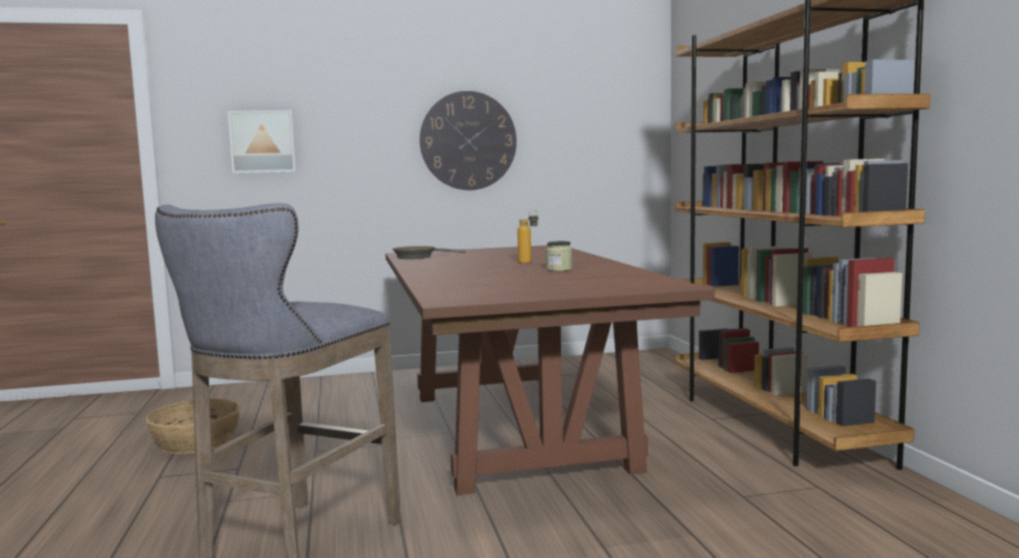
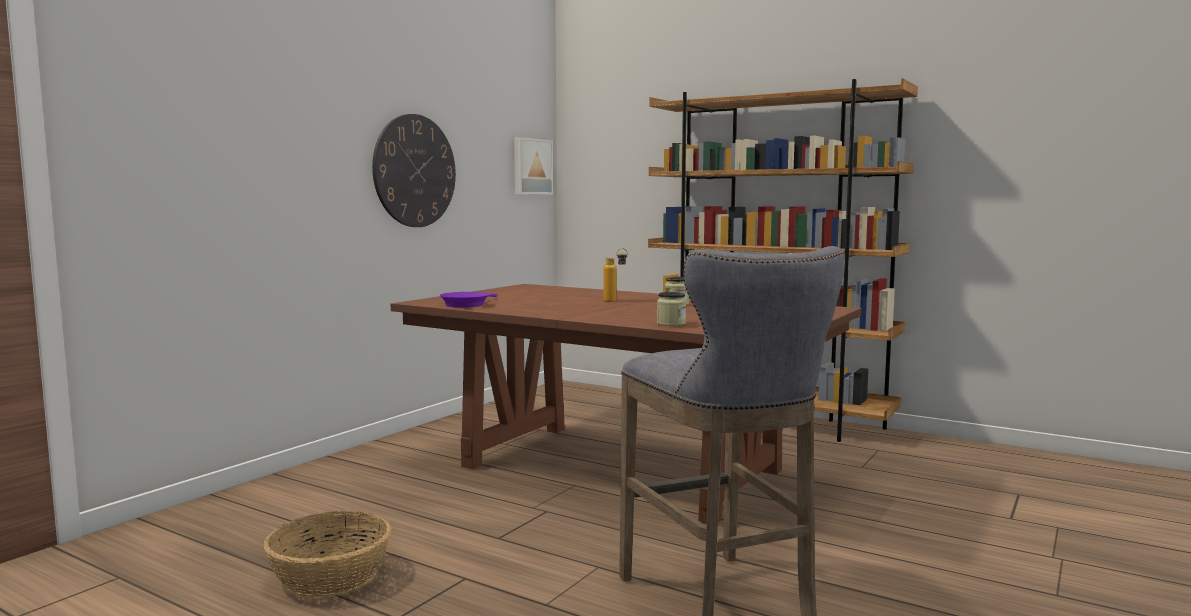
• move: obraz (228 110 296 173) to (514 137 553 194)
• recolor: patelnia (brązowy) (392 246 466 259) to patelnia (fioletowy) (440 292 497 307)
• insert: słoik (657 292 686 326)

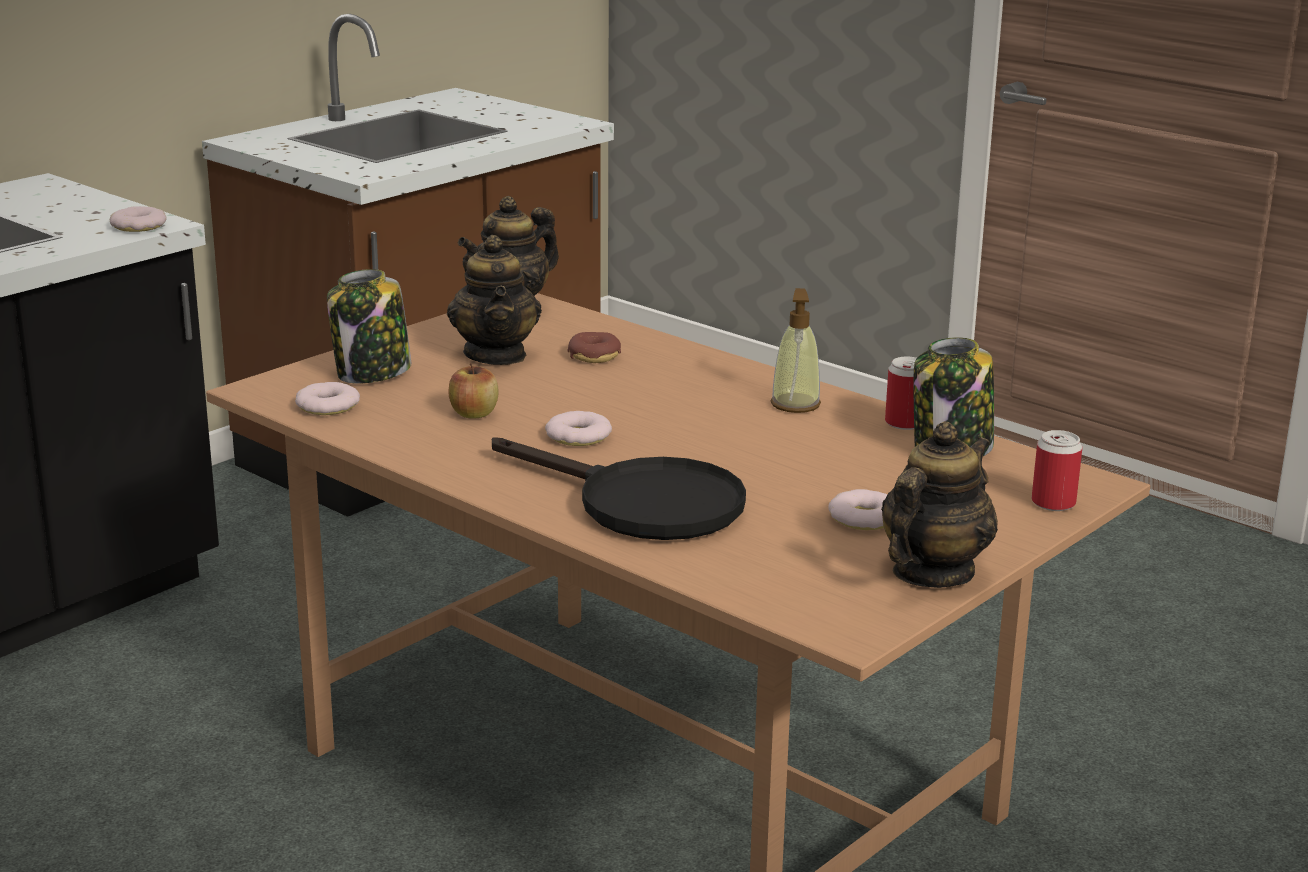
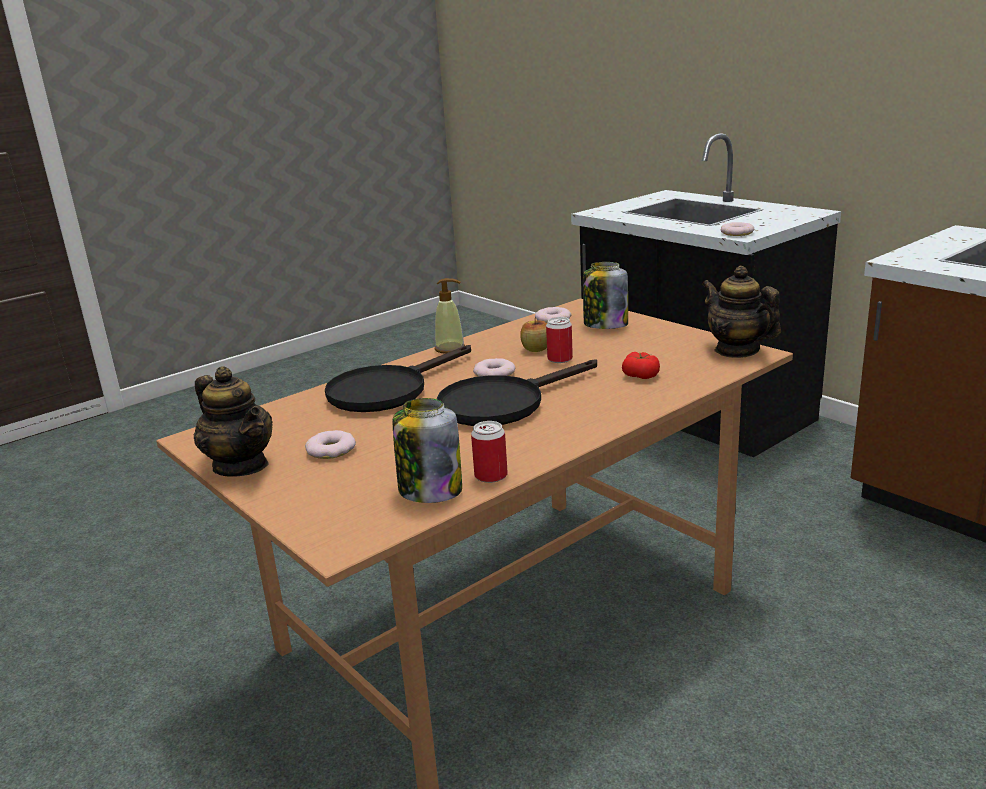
• delete: imbryk (447 235 542 365)
• move: dozownik mydła (771 288 821 413) to (435 278 465 354)
• replace: donut (567 332 621 363) to pomidor (622 352 660 379)
• move: puszka (1032 430 1082 511) to (546 317 573 363)
• insert: patelnia (czarny) (437 359 597 426)

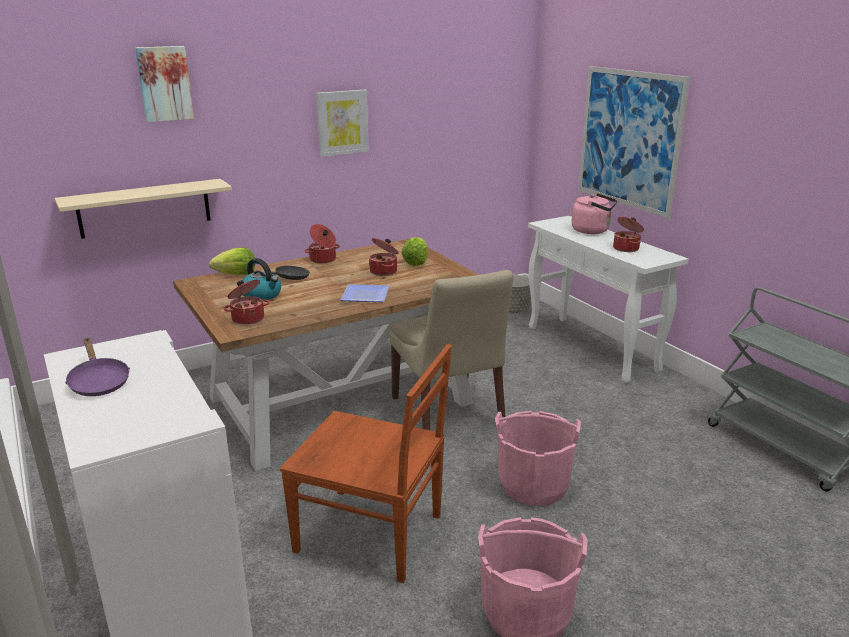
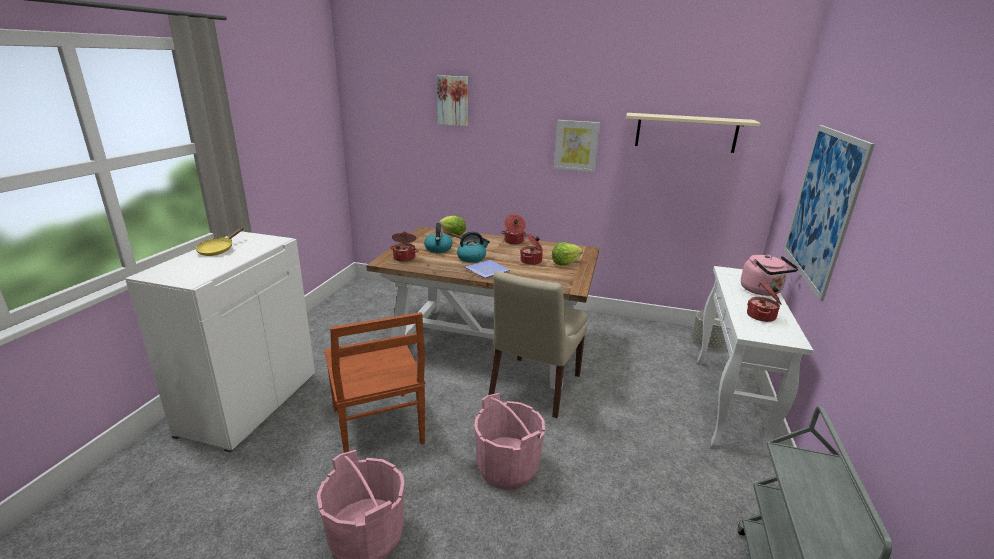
• move: półka (beżowy) (54 179 232 239) to (626 113 761 153)
• recolor: patelnia (fioletowy) (65 338 130 396) to patelnia (żółty) (196 227 244 256)
• insert: czajnik (457 232 490 263)

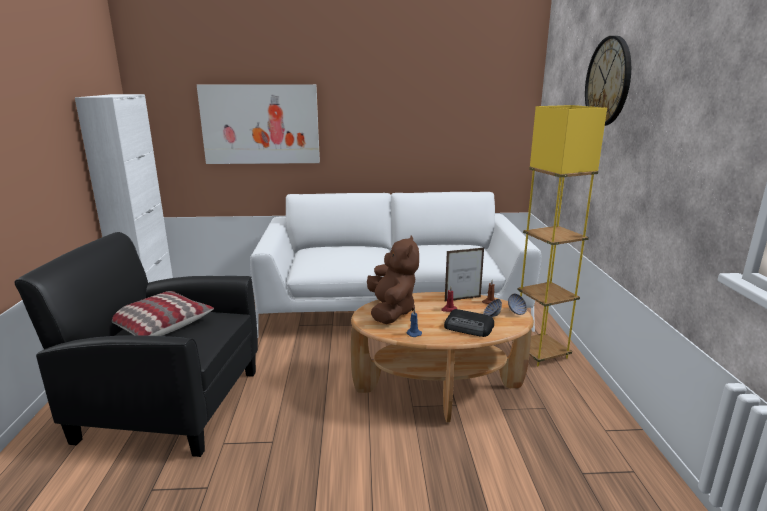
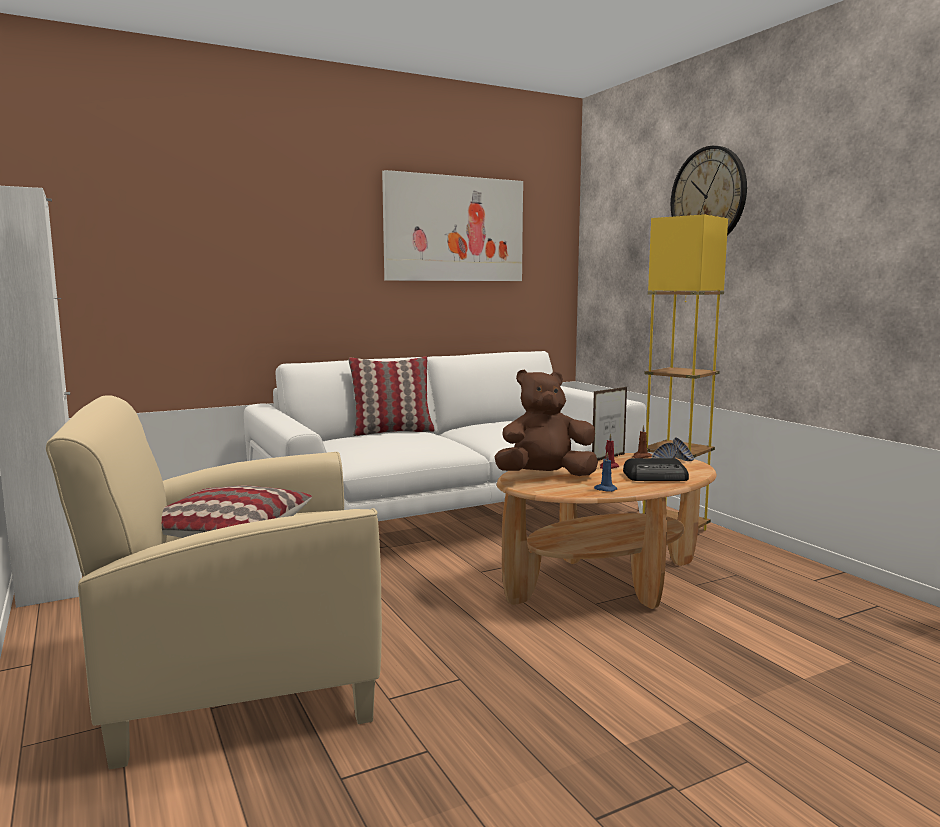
• move: obraz (197 84 320 164) to (382 170 523 281)
• recolor: fotel (czarny) (15 232 258 457) to fotel (beżowy) (46 395 382 769)
• rotate: pluszak (brązowy) (367 236 419 324) = (494 370 598 476) 75 degrees counterclockwise
• insert: poduszka (349 356 435 436)

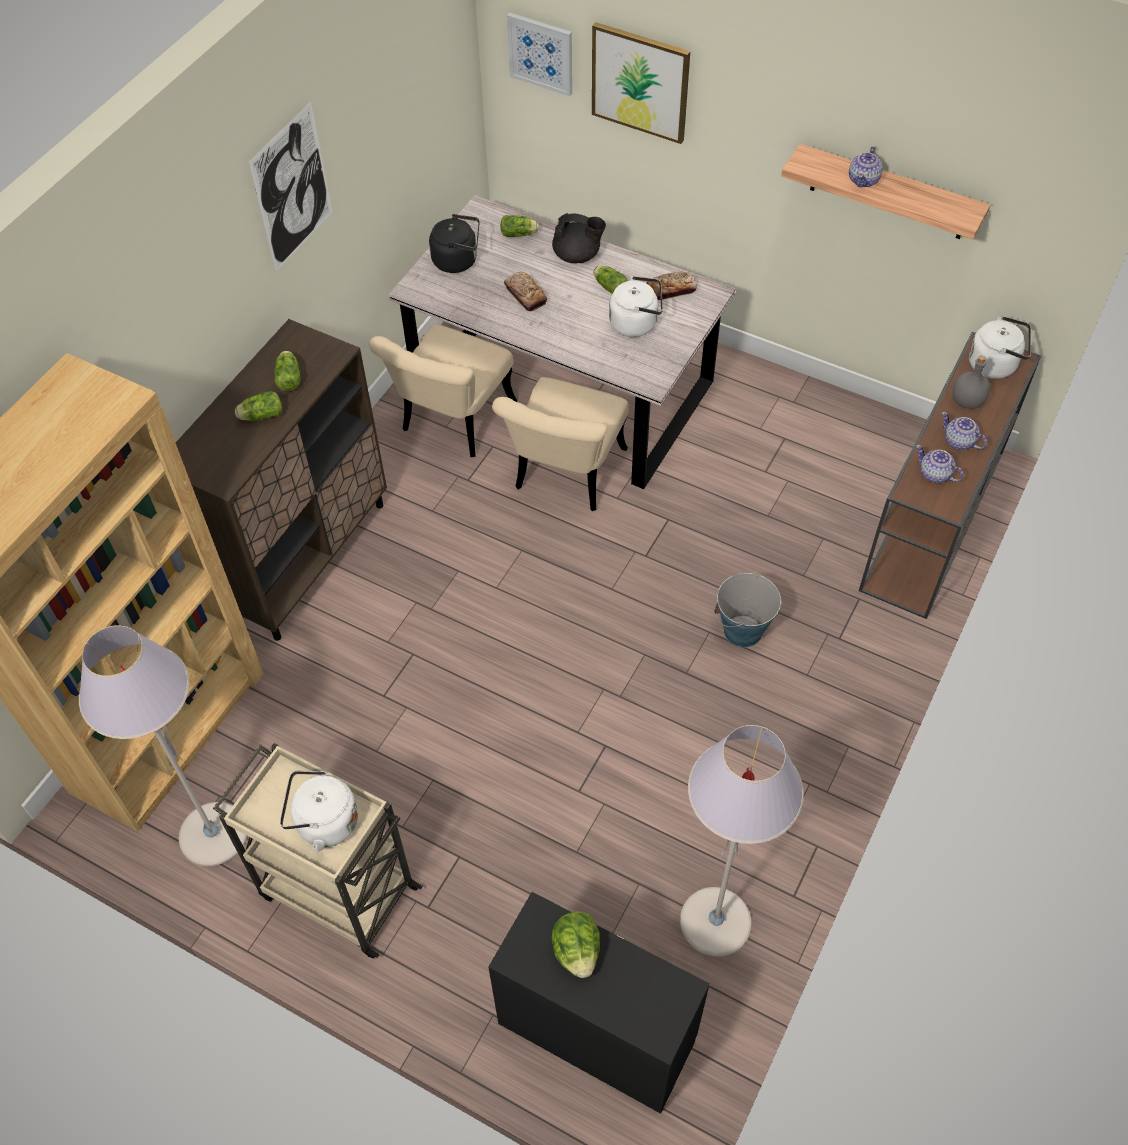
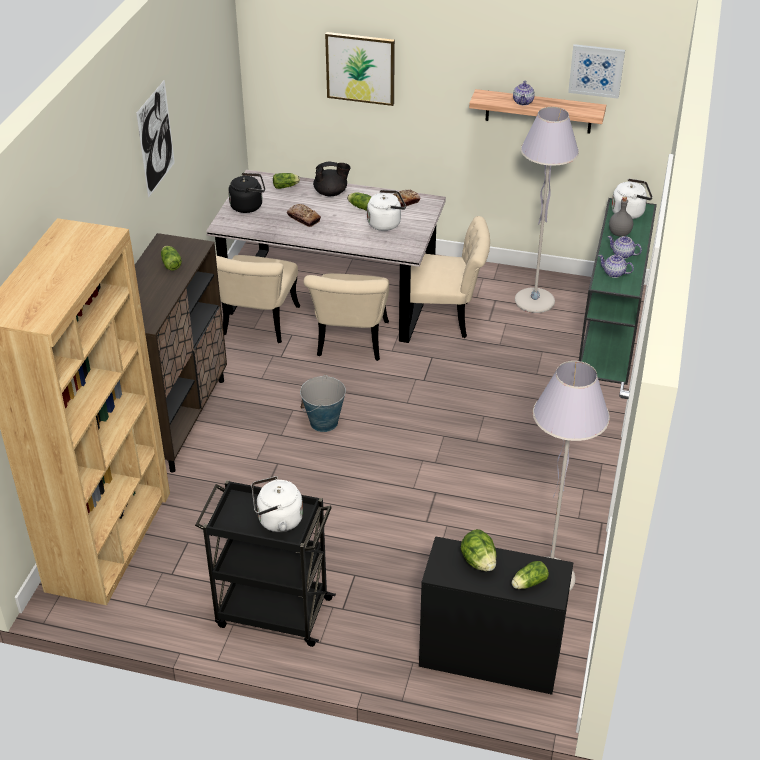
• move: obraz (507 12 572 96) to (568 44 625 99)
• recolor: stolik konsolowy (brązowy) (859 332 1041 619) to stolik konsolowy (zielony) (579 198 657 385)
• move: sałata (235 391 282 421) to (511 561 549 589)
• move: wiadro (714 572 781 647) to (300 375 346 432)
• move: lampa stojąca (szary) (79 625 247 866) to (515 107 579 313)
• recolor: wózek (beżowy) (213 743 422 959) to wózek (czarny) (195 480 336 647)
• insert: krzesło (beżowy) (410 216 490 338)

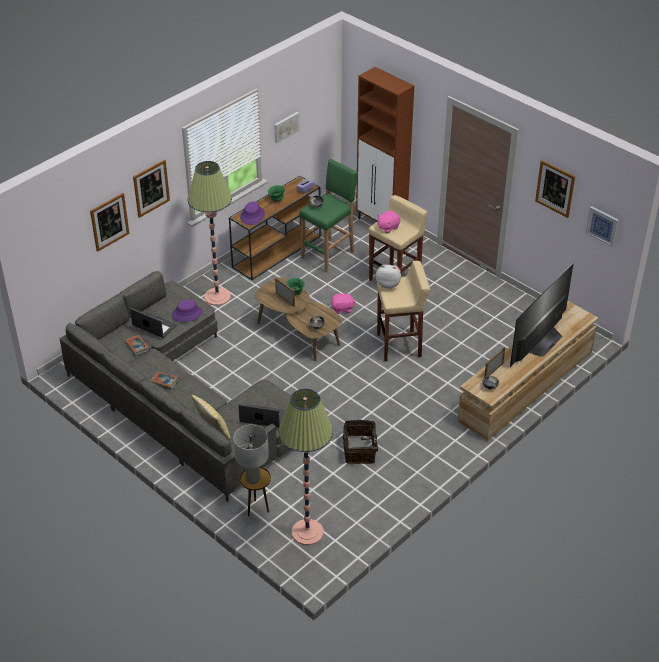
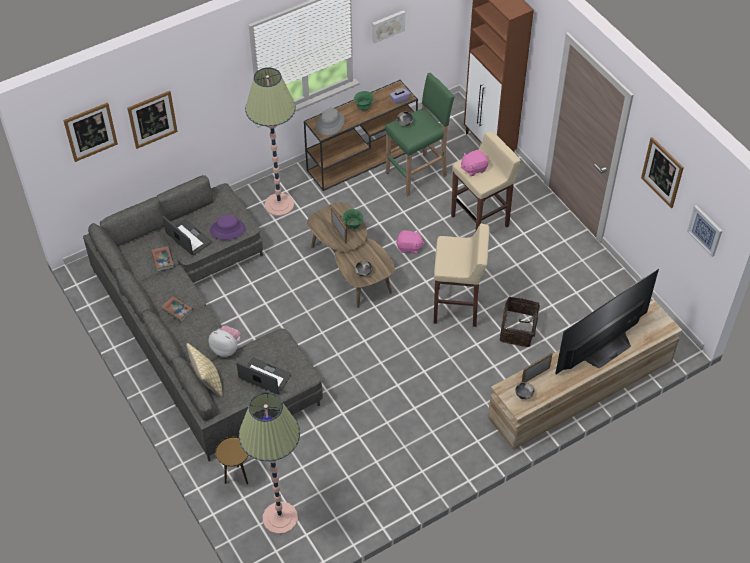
• move: obraz (133 160 170 218) to (63 102 118 162)
• recolor: kapelusz (fioletowy) (240 201 265 225) to kapelusz (szary) (316 108 345 135)
• move: pluszak (376 264 401 289) to (209 325 241 357)
• move: koszyk (342 420 383 464) to (500 297 546 347)
• delete: lampa stołowa (szary) (233 425 269 484)

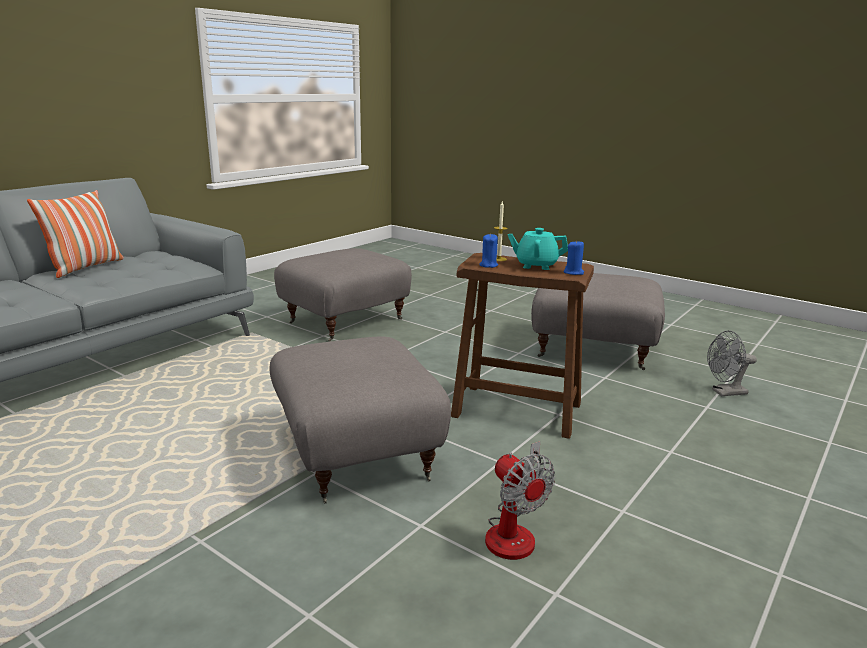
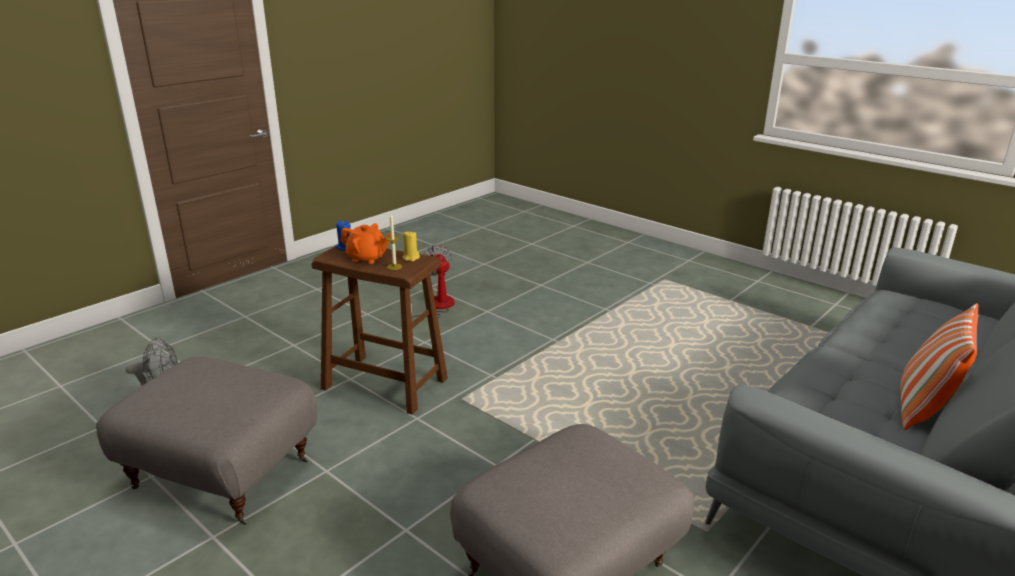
• recolor: imbryk (turkusowy) (508 228 568 270) to imbryk (pomarańczowy) (340 223 391 264)
• recolor: świeca (niebieski) (479 233 498 268) to świeca (żółty) (402 230 420 262)
• delete: pufa (szary) (270 337 451 503)

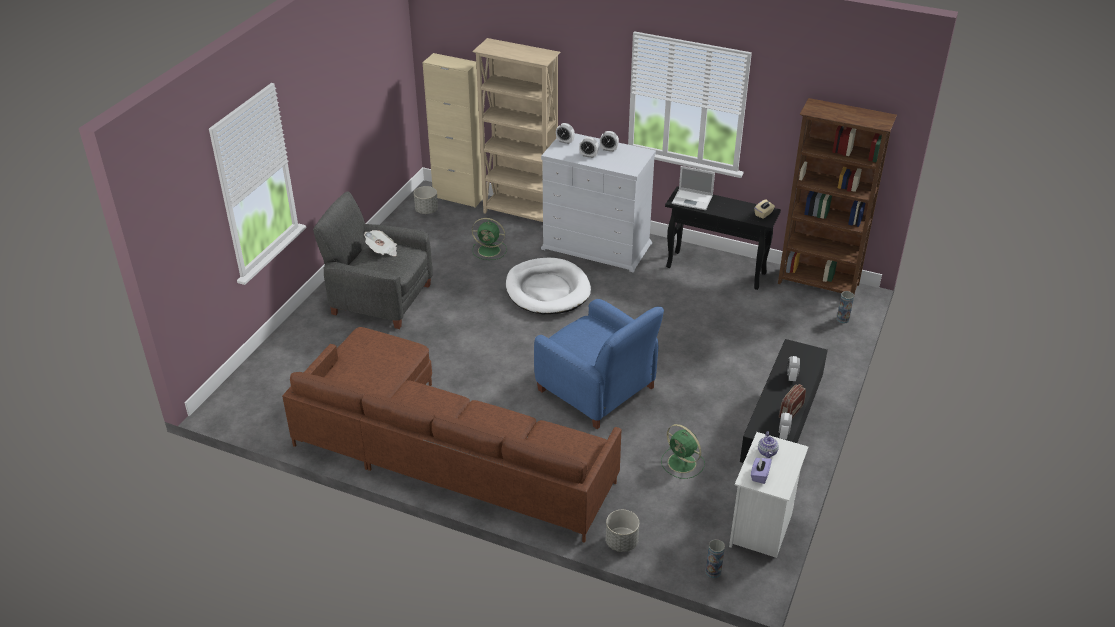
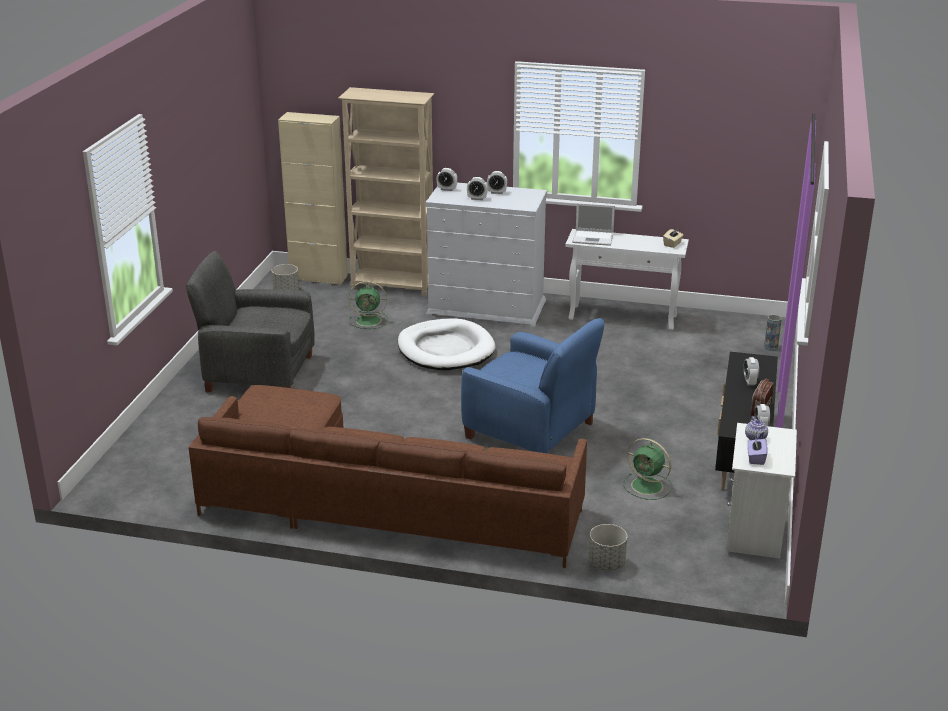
• delete: regał (brązowy) (778 98 897 295)
• recolor: stolik konsolowy (czarny) (665 186 781 290) to stolik konsolowy (biały) (566 229 689 331)
• delete: gazeta (364 230 397 256)
• delete: wazon (705 539 725 578)

